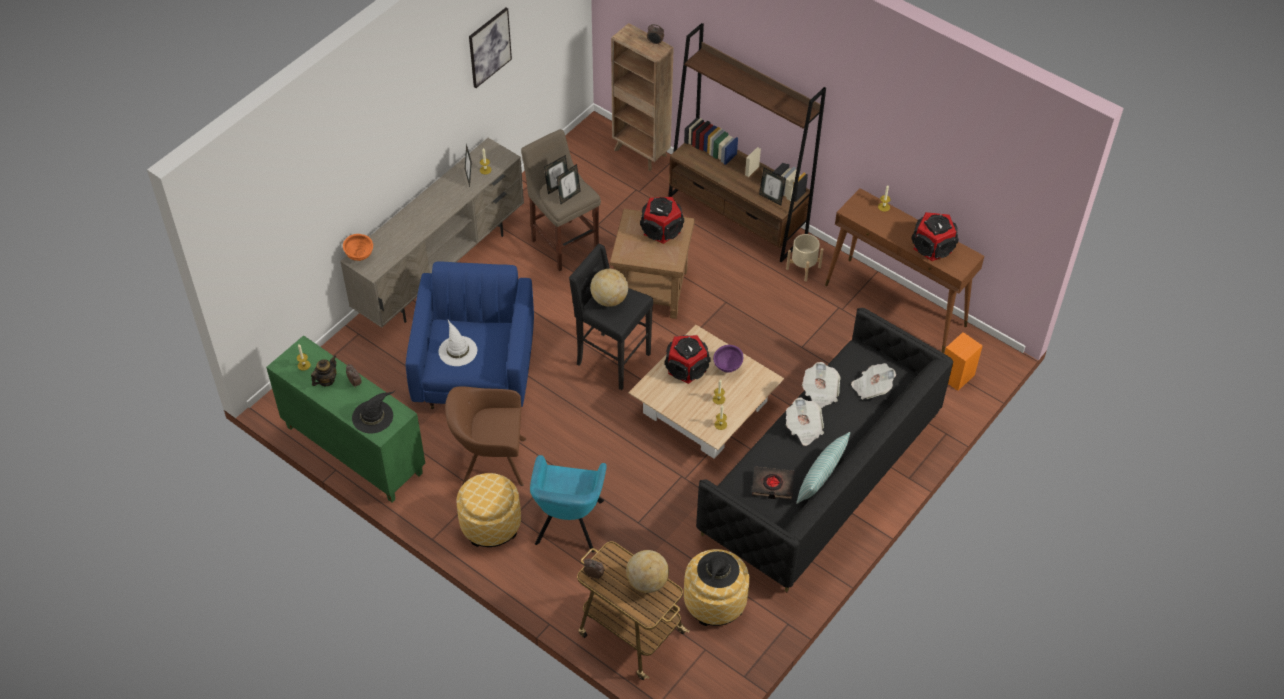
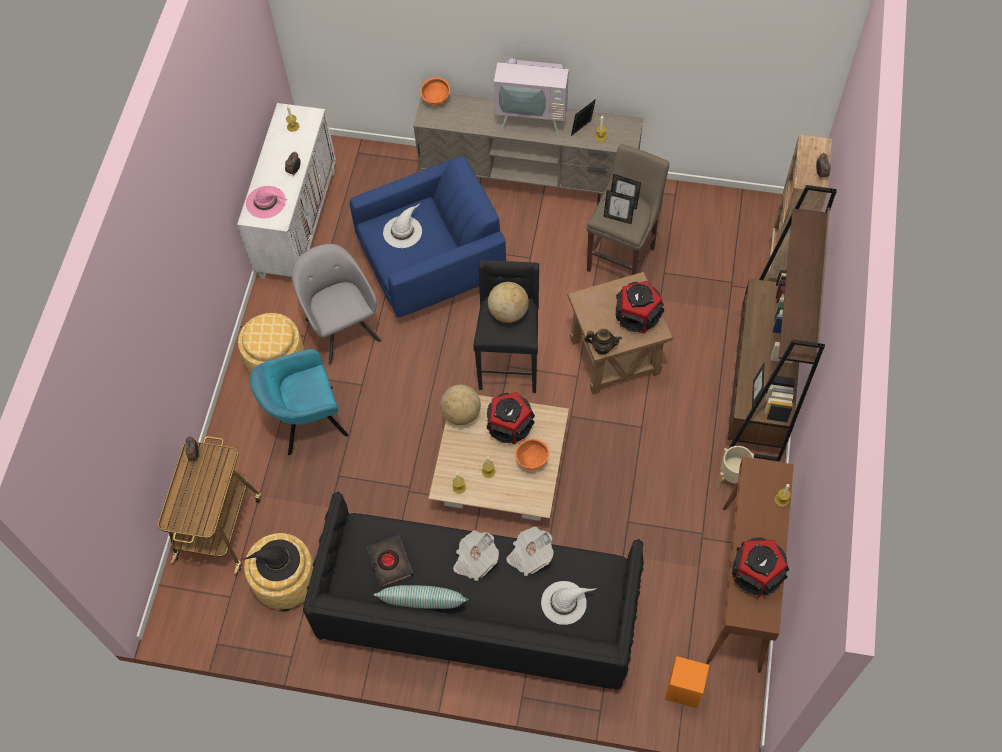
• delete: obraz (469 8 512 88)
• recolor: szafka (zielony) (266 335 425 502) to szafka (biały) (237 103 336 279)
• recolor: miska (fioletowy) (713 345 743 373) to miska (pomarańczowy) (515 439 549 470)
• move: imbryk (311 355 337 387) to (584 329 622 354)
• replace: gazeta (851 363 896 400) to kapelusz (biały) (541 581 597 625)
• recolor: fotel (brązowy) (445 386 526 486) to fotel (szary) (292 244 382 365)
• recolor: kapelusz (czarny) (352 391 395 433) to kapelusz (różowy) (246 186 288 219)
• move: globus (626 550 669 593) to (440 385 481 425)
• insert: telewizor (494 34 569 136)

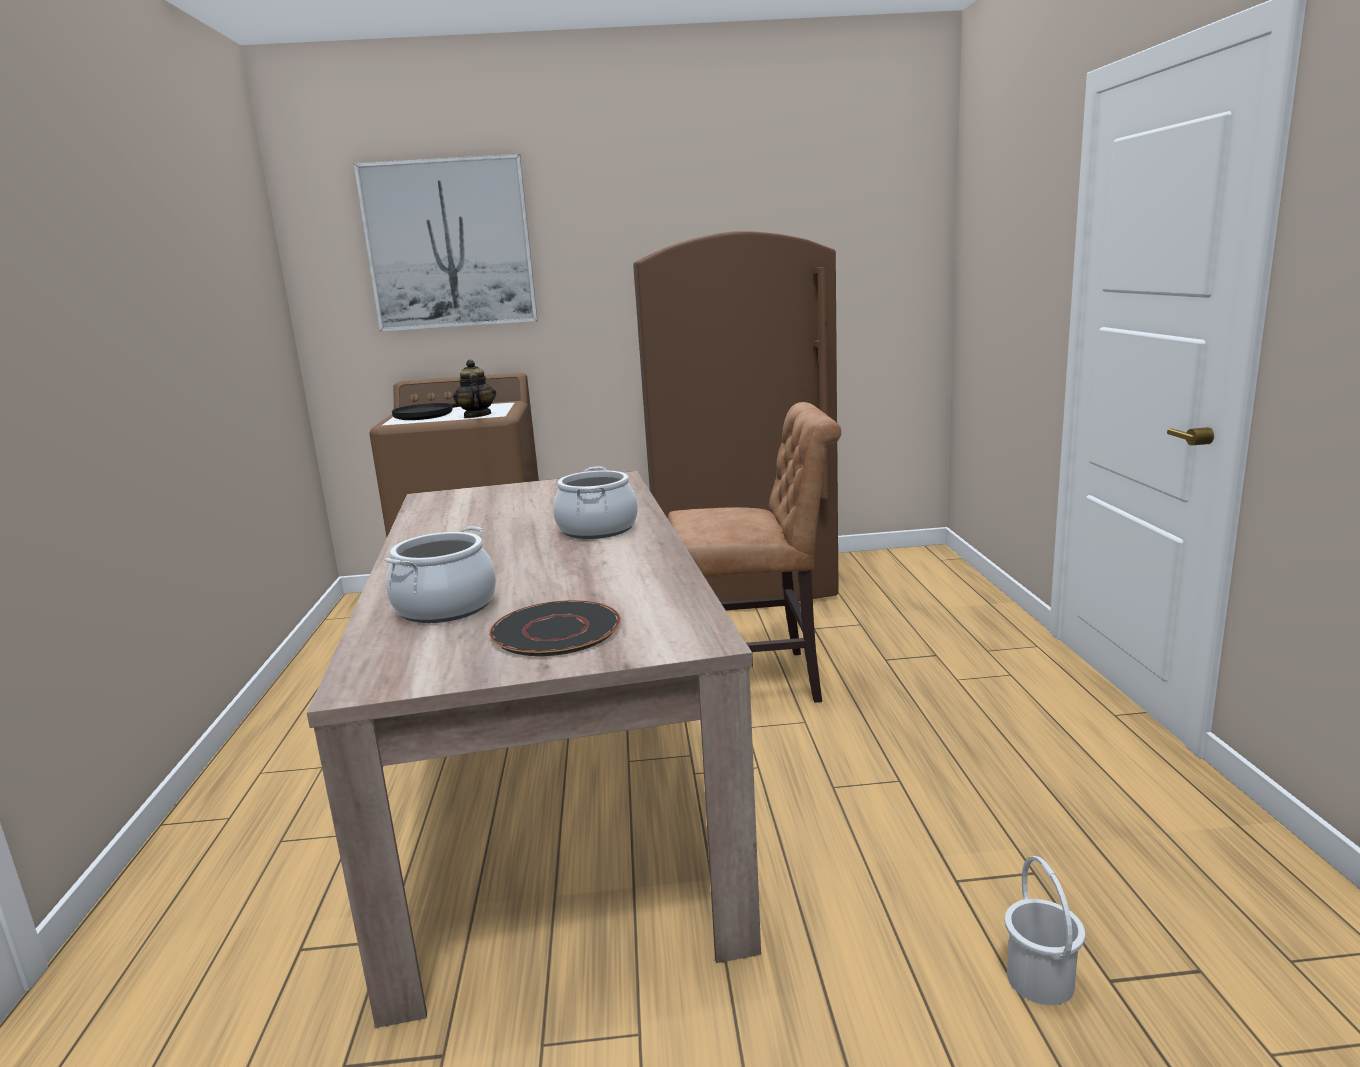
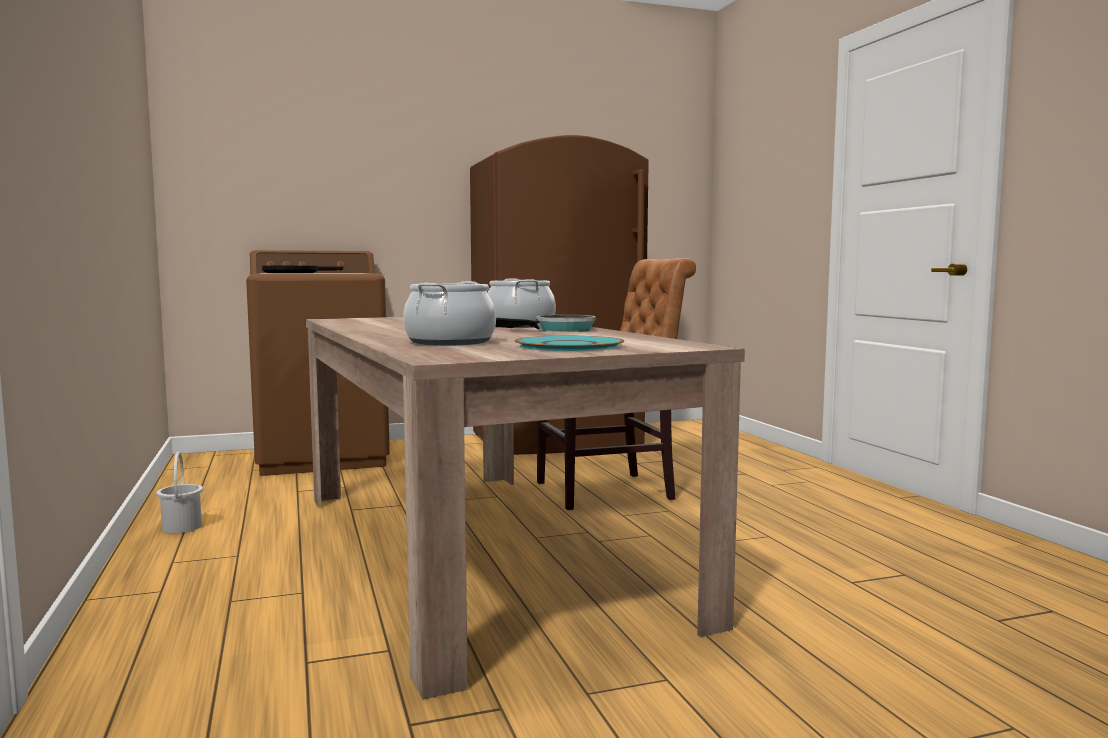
• delete: obraz (353 154 538 332)
• delete: imbryk (453 359 496 418)
• recolor: talerz (czarny) (489 600 621 656) to talerz (turkusowy) (515 336 624 351)
• move: wiadro (biały) (1004 856 1085 1005) to (156 451 203 533)
• insert: patelnia (495 315 596 332)

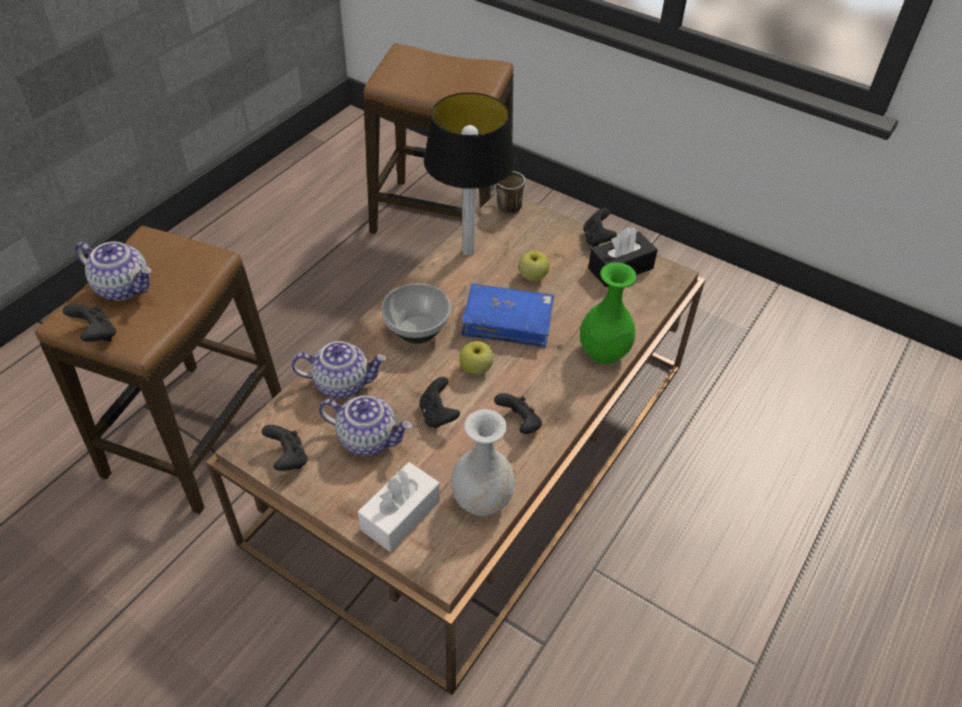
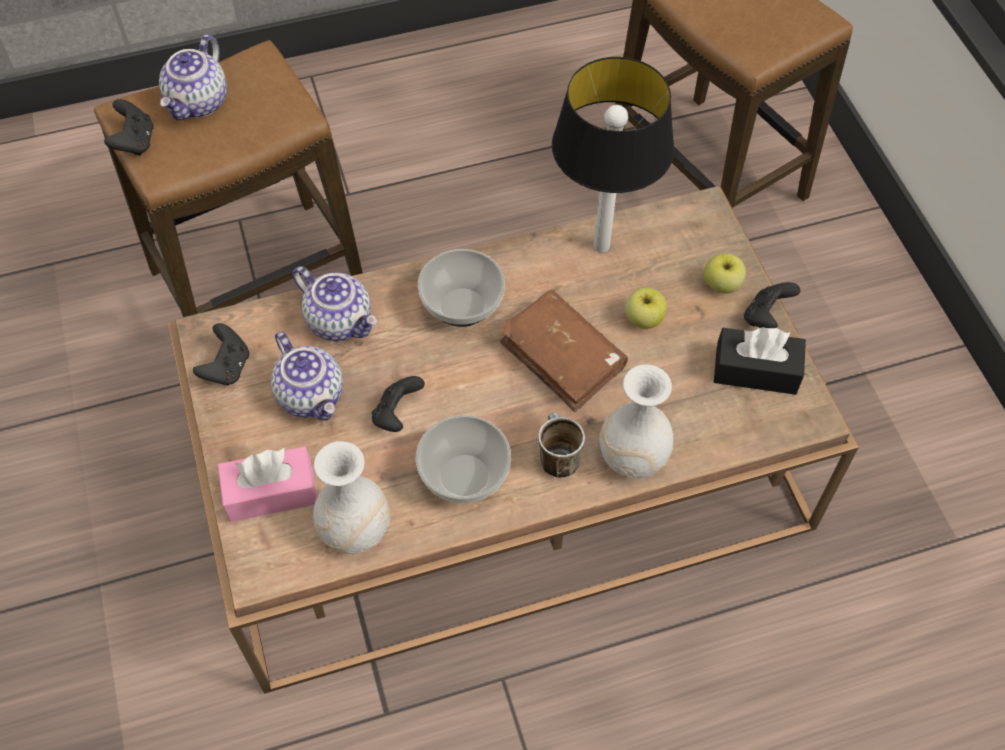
• move: kubek (490 171 525 215) to (538 412 585 478)
• rotate: imbryk (75 241 152 301) = (159 35 227 120) 45 degrees clockwise
• recolor: wazon (zielony) (580 262 637 364) to wazon (biały) (599 364 673 478)
• recolor: książka (niebieski) (461 283 554 348) to książka (brązowy) (499 290 628 412)
• move: jabłko (459 341 494 375) to (704 253 746 294)
• replace: pad do gier (czarny) (494 393 542 434) to miska (416 415 511 503)
• recolor: pudełko chusteczek (biały) (358 462 440 552) to pudełko chusteczek (różowy) (218 446 317 522)

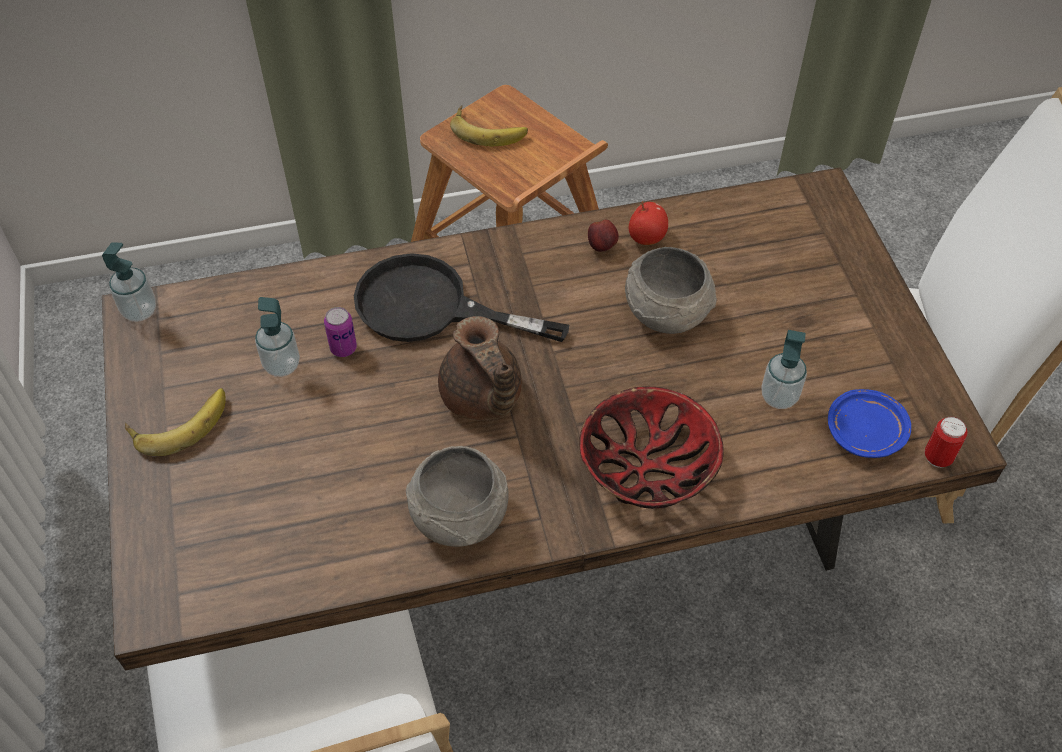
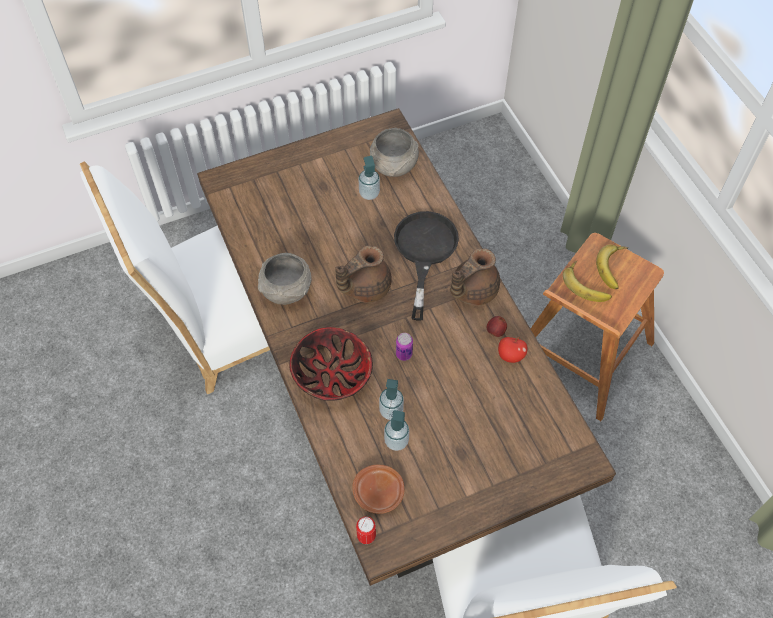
• move: dozownik mydła (102 242 156 322) to (379 379 404 420)
• move: miska (szary) (625 247 717 334) to (370 128 419 177)
• move: puszka (324 307 357 357) to (396 333 413 361)
• move: banan (125 388 226 456) to (563 261 612 302)
• recolor: talerz (niebieski) (828 389 911 458) to talerz (brązowy) (352 465 404 514)
• insert: imbryk (brązowy) (450 248 500 306)

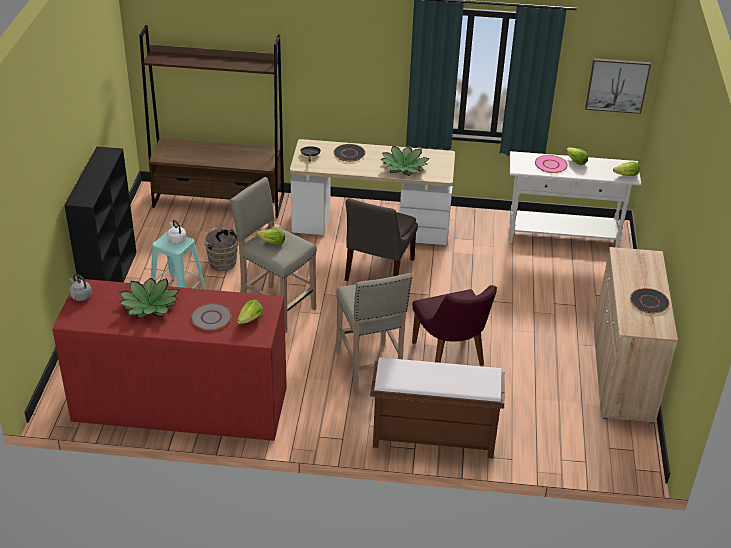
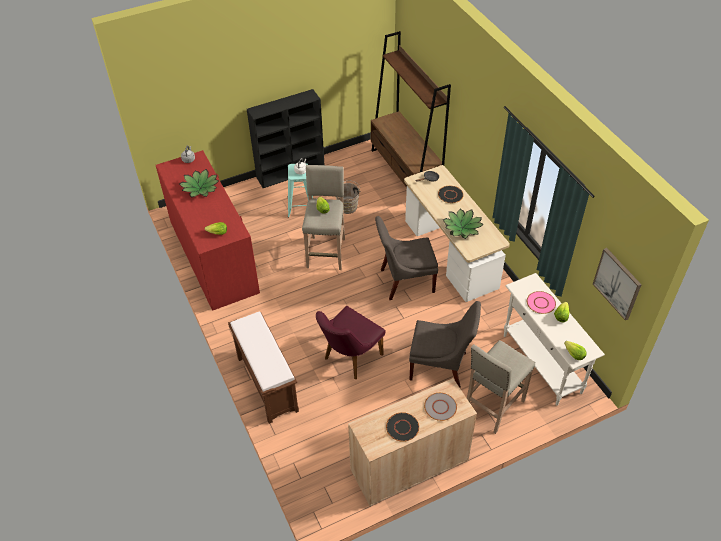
• move: stołek (beżowy) (336 273 412 395) to (467 340 535 434)
• move: talerz (szary) (191 303 232 330) to (424 393 457 421)
• insert: krzesło (szary) (409 301 481 389)

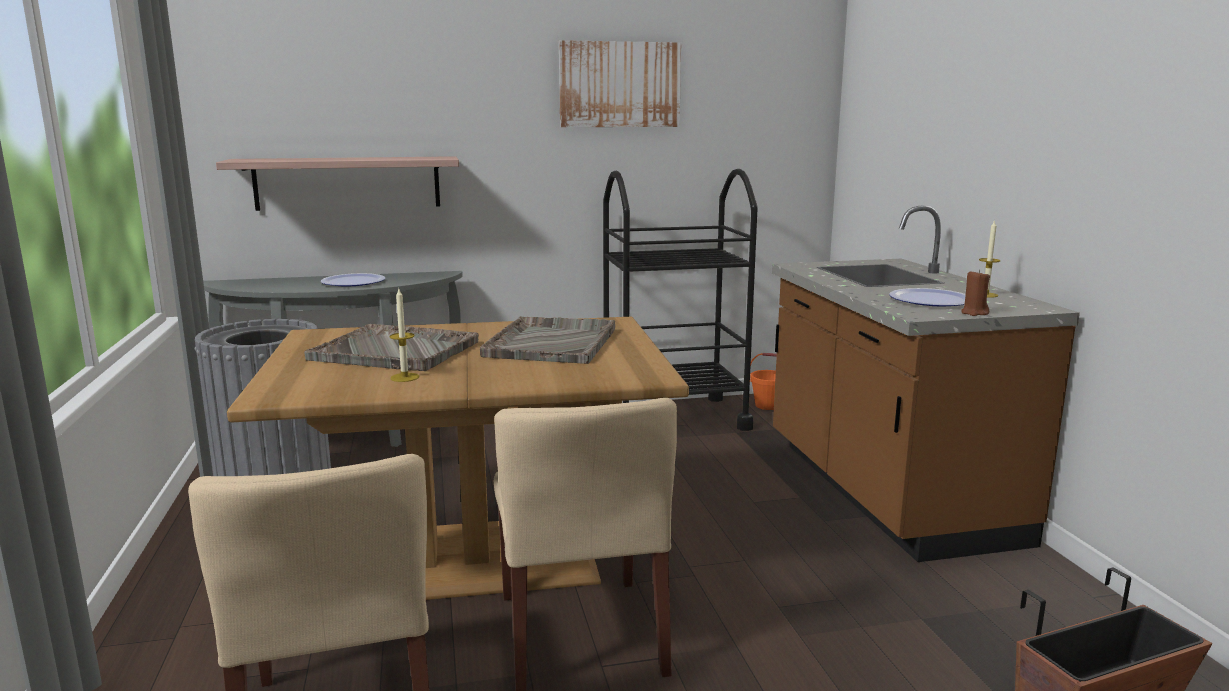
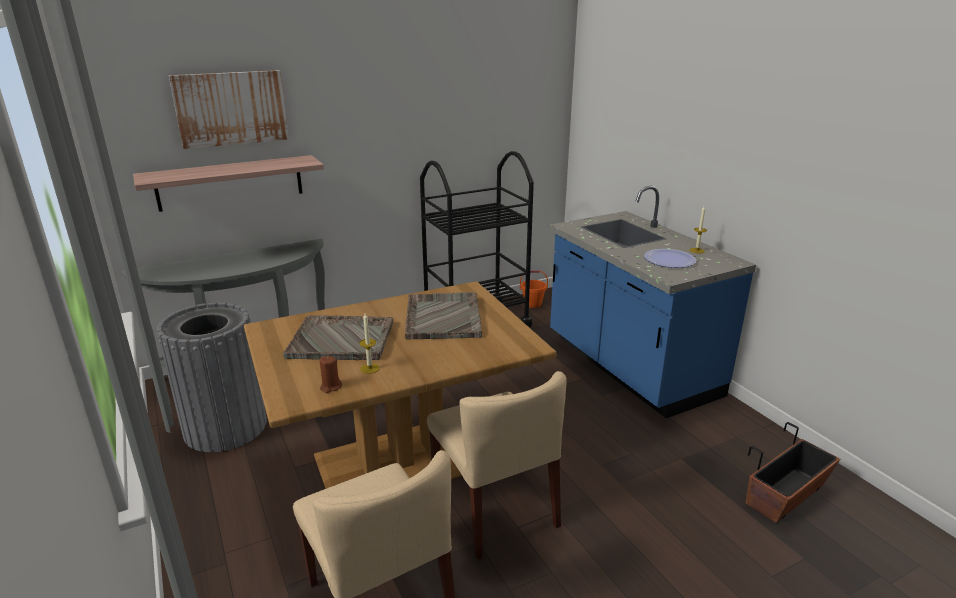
• move: obraz (559 40 681 127) to (169 70 289 149)
• recolor: zabudowa kuchenna (brązowy) (772 205 1080 562) to zabudowa kuchenna (niebieski) (550 186 756 418)
• move: świeca (brązowy) (961 269 990 316) to (320 356 342 393)
• delete: talerz (320 273 385 286)

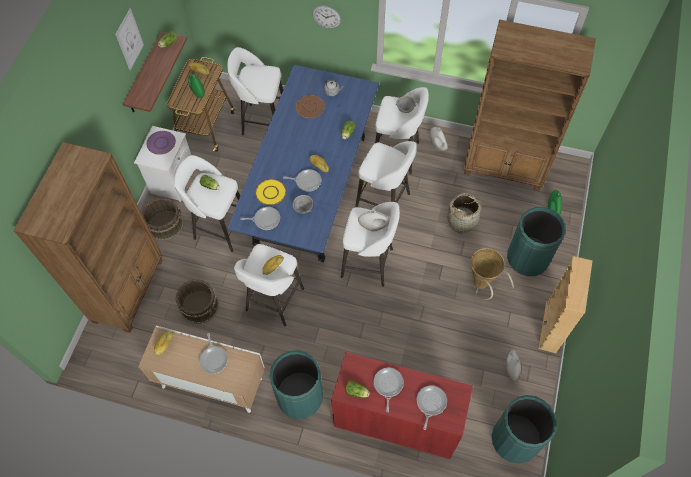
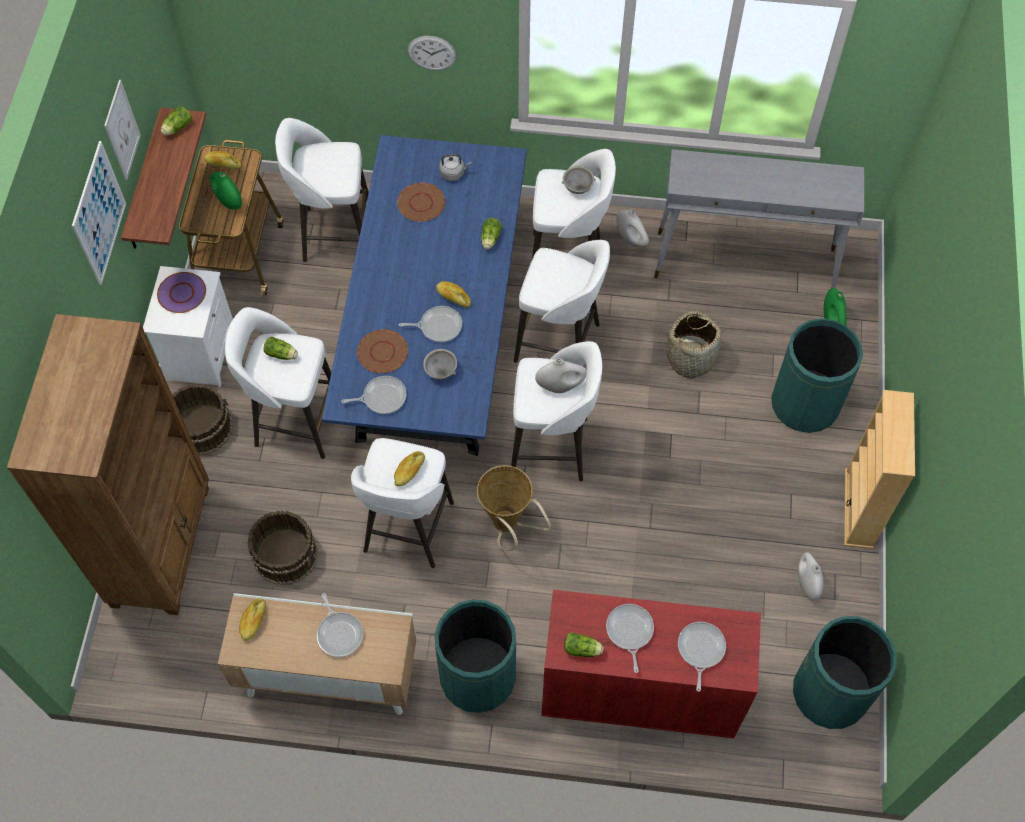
• replace: regał (brązowy) (464 19 596 191) to stolik konsolowy (szary) (654 149 864 288)
• recolor: talerz (żółty) (255 179 286 205) to talerz (brązowy) (357 329 408 373)
• move: koszyk (471 248 514 300) to (477 465 552 551)
• insert: obraz (72 141 126 285)

